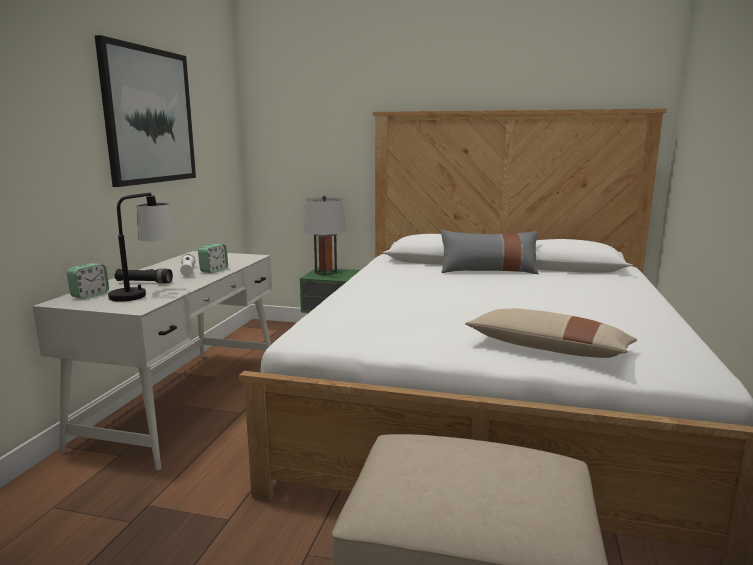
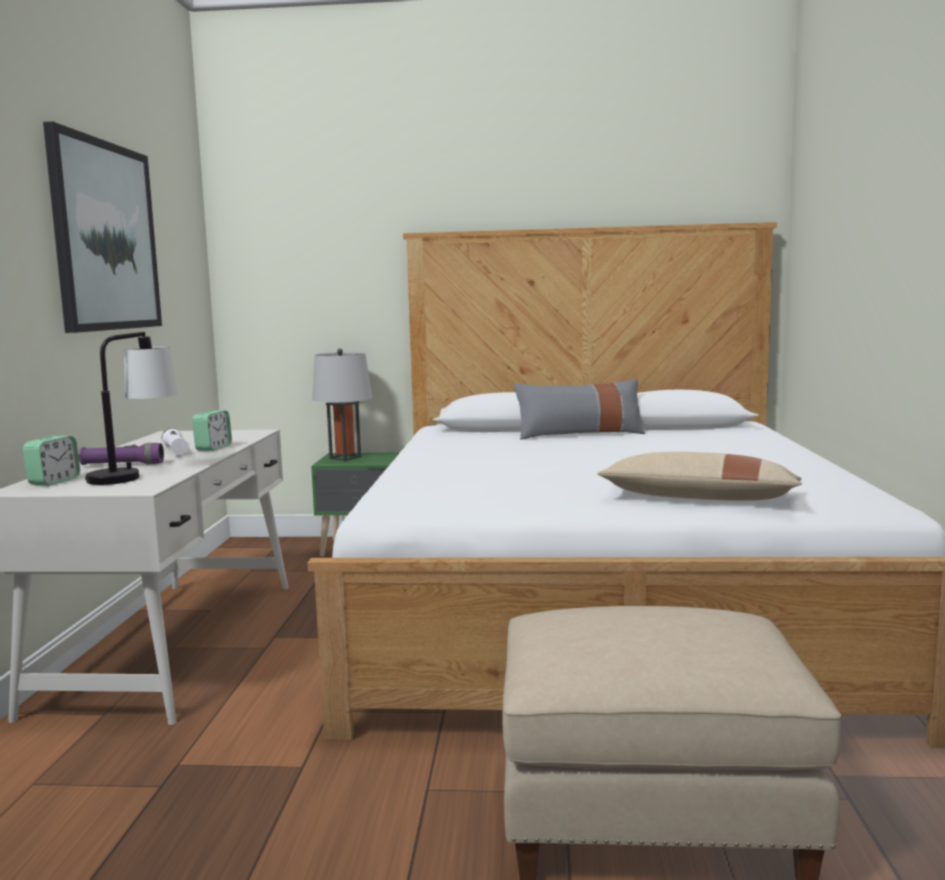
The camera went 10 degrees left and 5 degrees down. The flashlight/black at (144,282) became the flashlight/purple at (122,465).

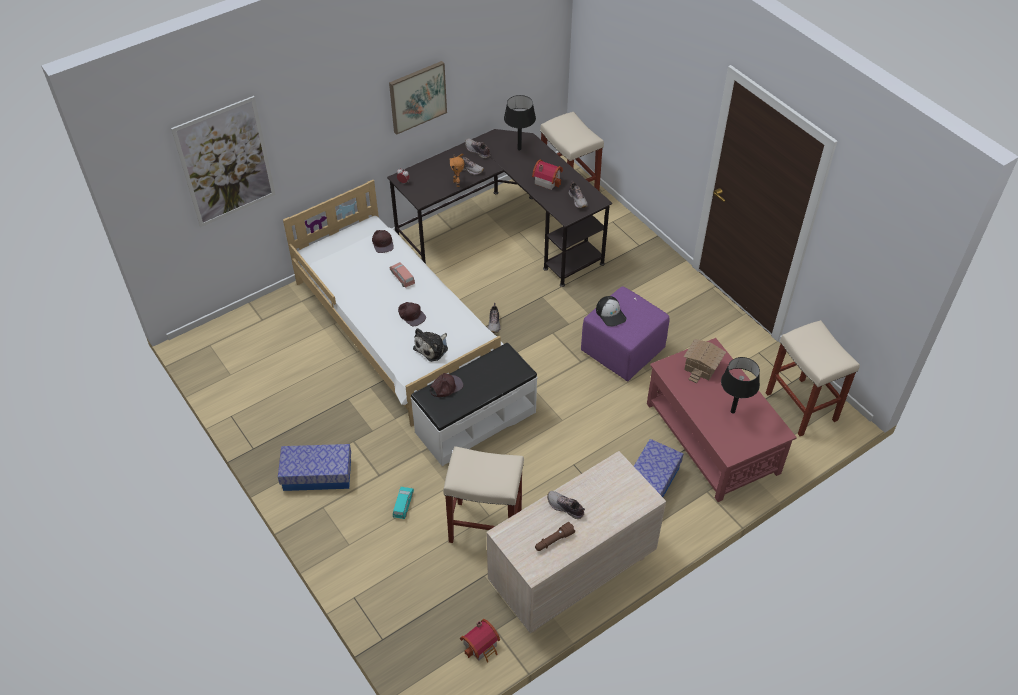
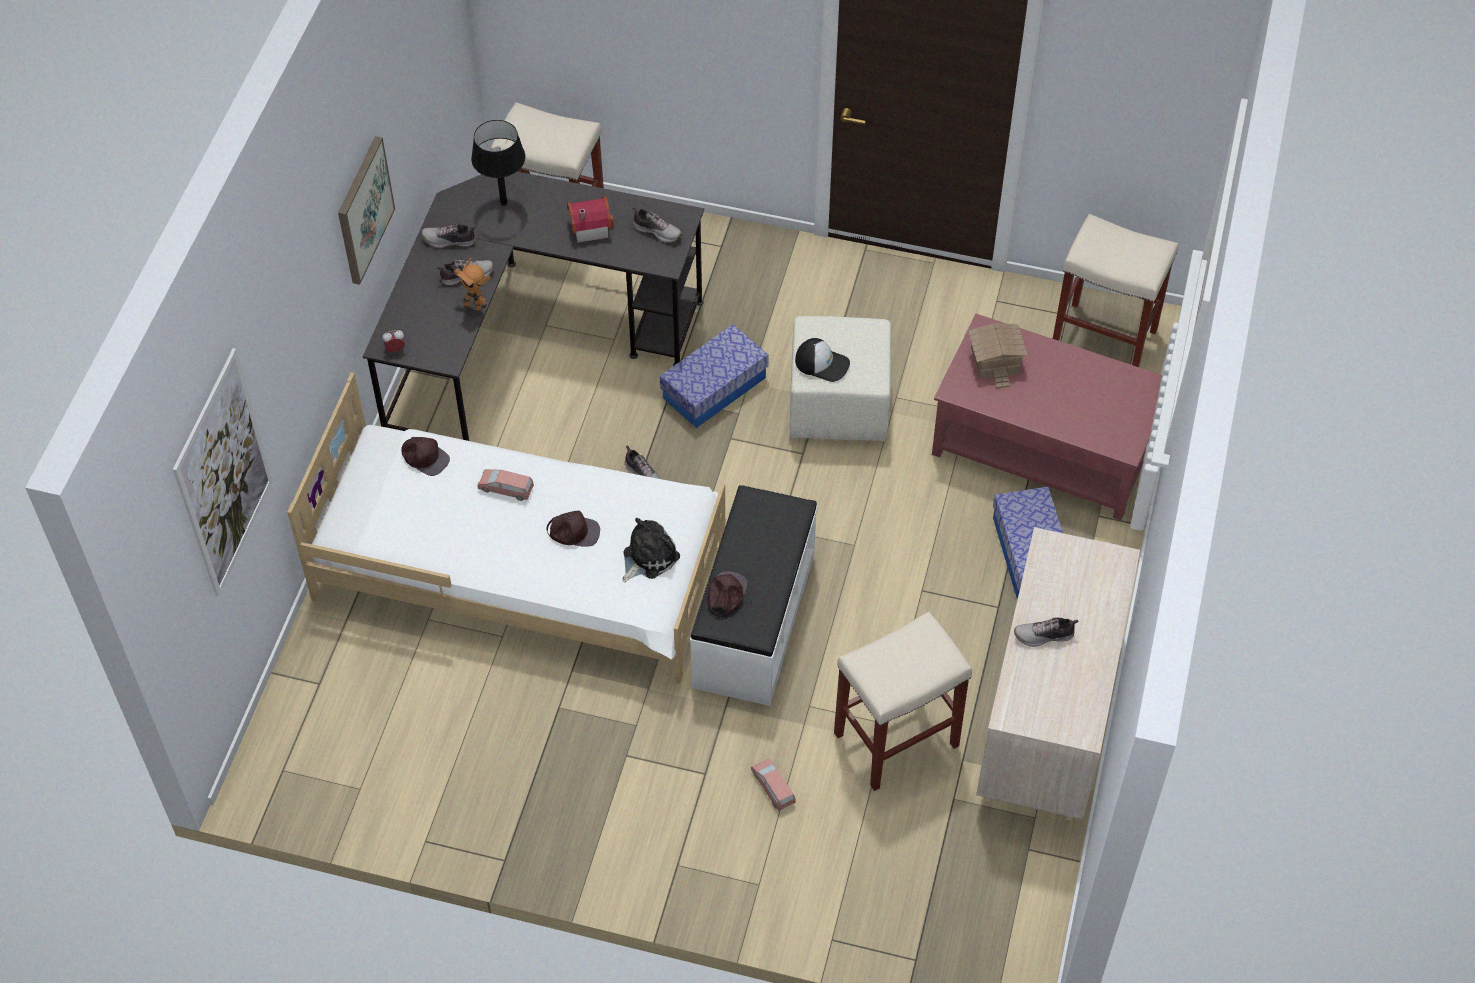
The camera went 40 degrees left and 5 degrees up. The plush toy at (432,348) turned 135 degrees counterclockwise. The storage box moved from (317,474) to (714,388). The toy car/turquoise at (403,505) became the toy car/pink at (773,787). The ottoman/purple at (622,350) became the ottoman/beige at (838,403). The toy house at (482,646) disappeared. The flashlight/brown at (553,540) disappeared. The table lamp/black at (733,411) disappeared.

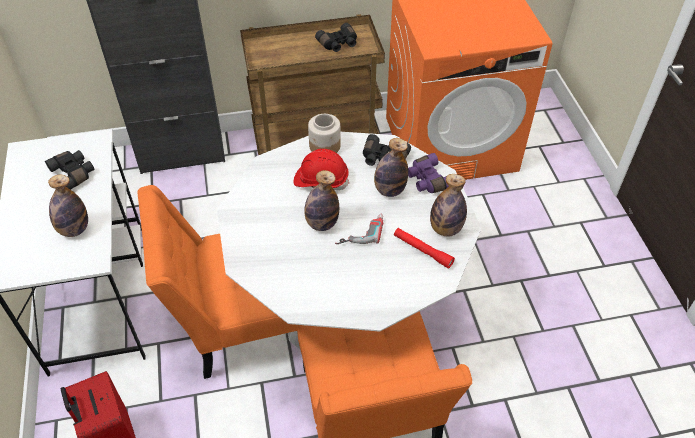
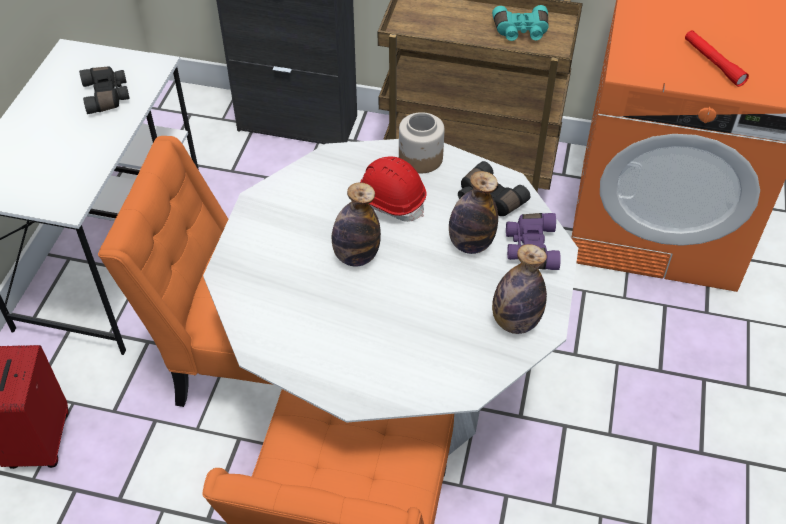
The camera went 25 degrees right and 0 degrees up. The binoculars/black at (338,44) became the binoculars/turquoise at (520,31). The flashlight/red moved from (422,250) to (713,63). The bottle at (74,229) disappeared. The power drill at (360,231) disappeared.

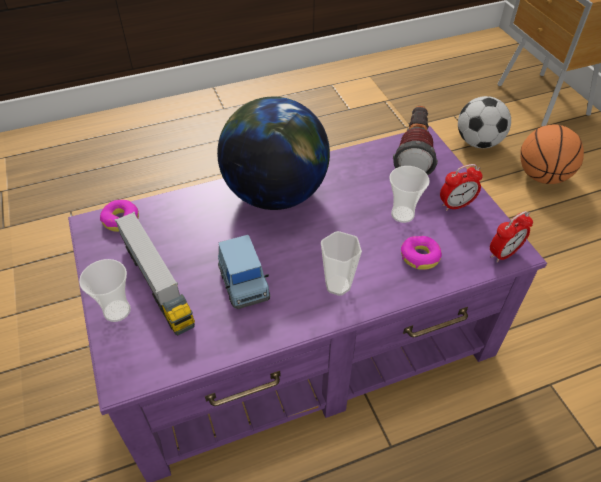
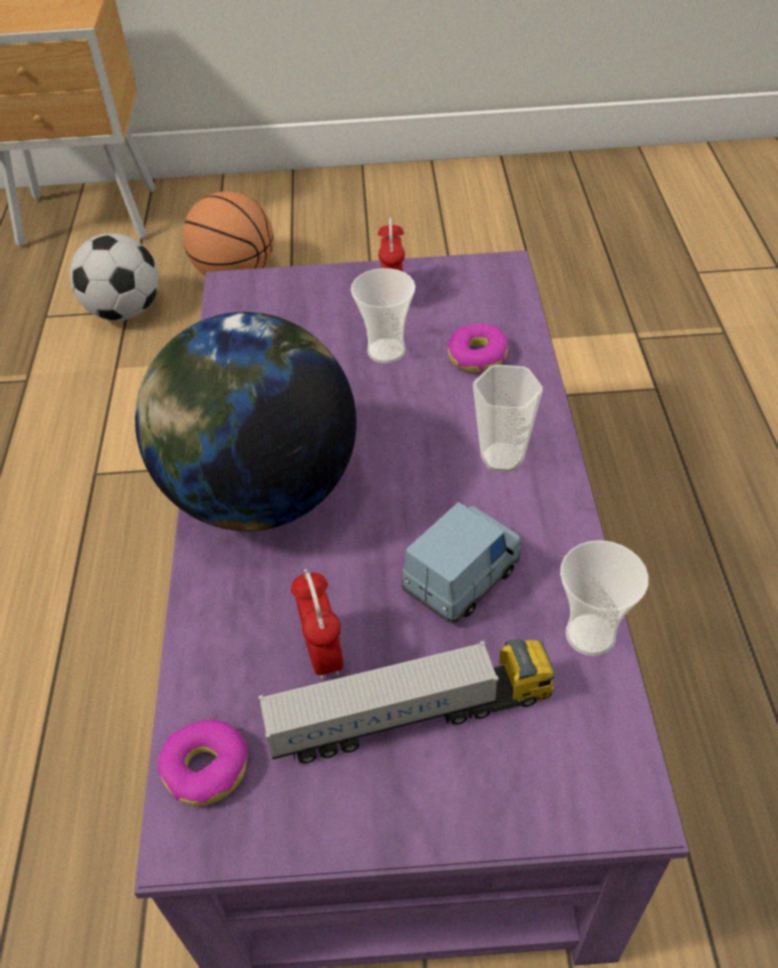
The camera went 70 degrees left and 0 degrees up. The alarm clock moved from (503,253) to (323,653). The toy car/blue at (244,284) turned 45 degrees counterclockwise. The cup moved from (117,311) to (590,635). The flashlight at (414,152) disappeared.

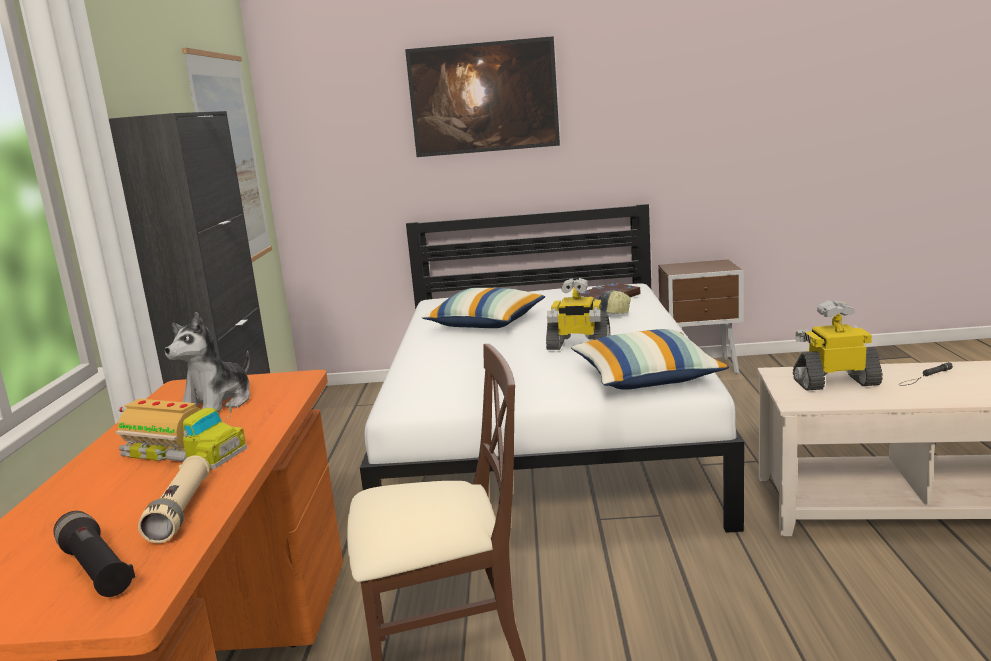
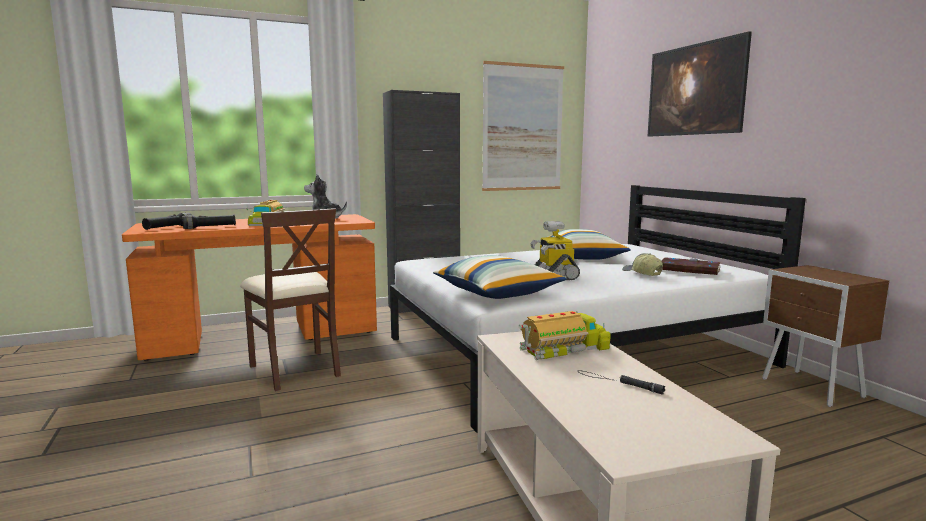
The camera went 65 degrees right and 5 degrees down. The flashlight/beige at (181,511) became the flashlight/black at (209,227). The toy robot at (835,382) was replaced by the toy truck at (564,349).

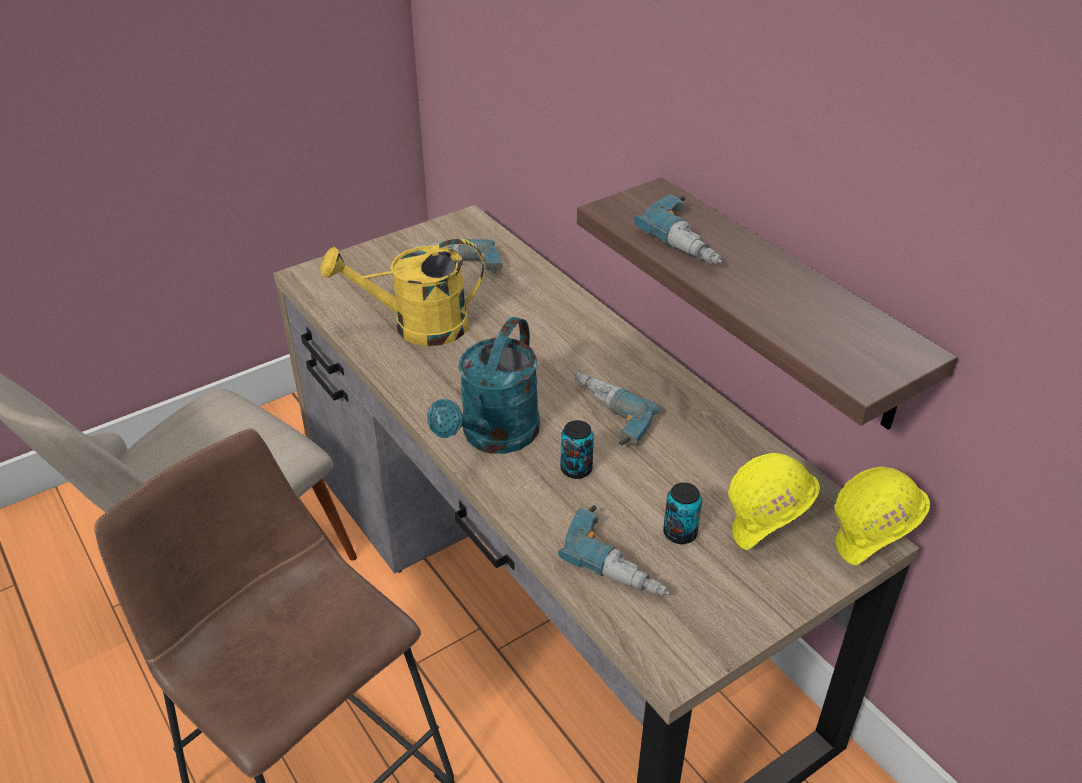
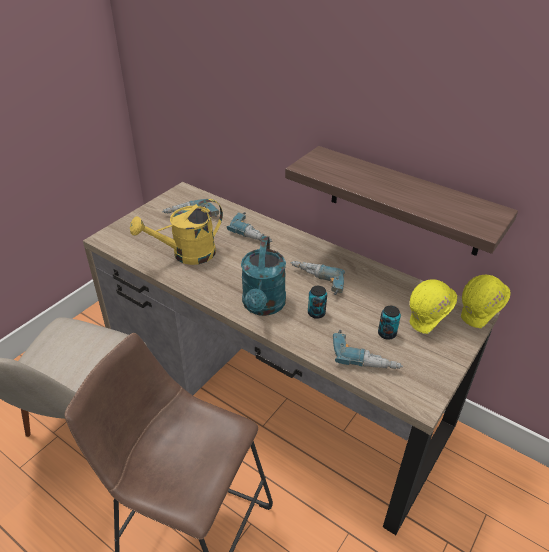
The camera went 20 degrees left and 0 degrees up. The power drill moved from (691,241) to (254,232).

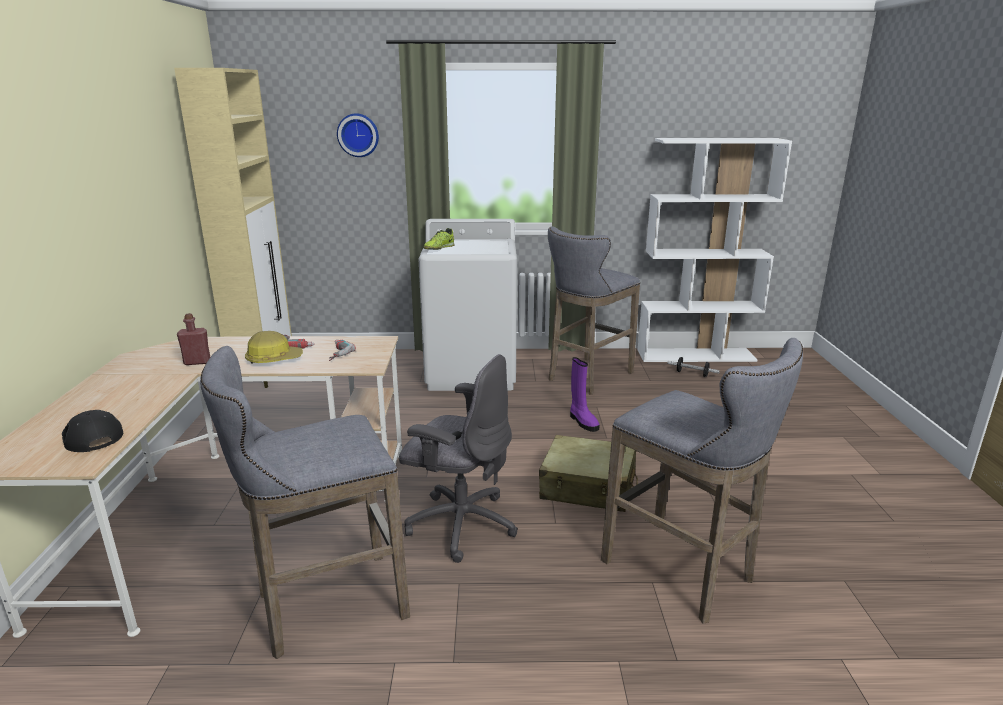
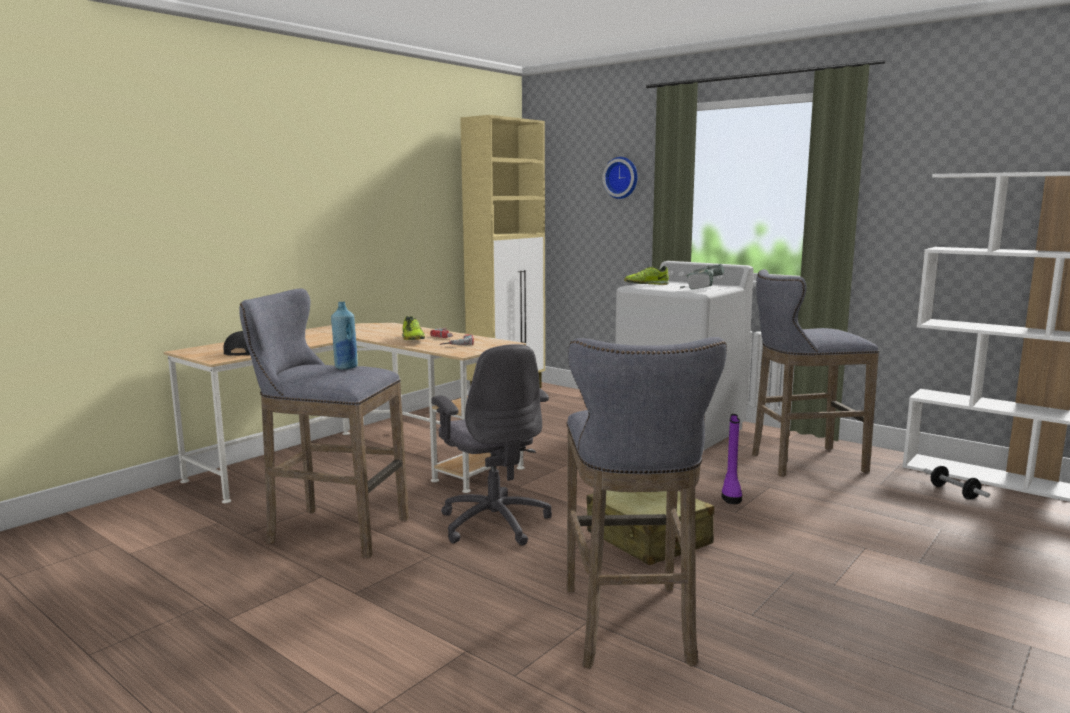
The camera went 40 degrees right and 10 degrees down. The bottle/blue at (346,367) appeared. The hard hat at (274,359) was replaced by the shoe at (412,339). The power drill at (700,287) appeared. The bottle/red at (197,362) disappeared.

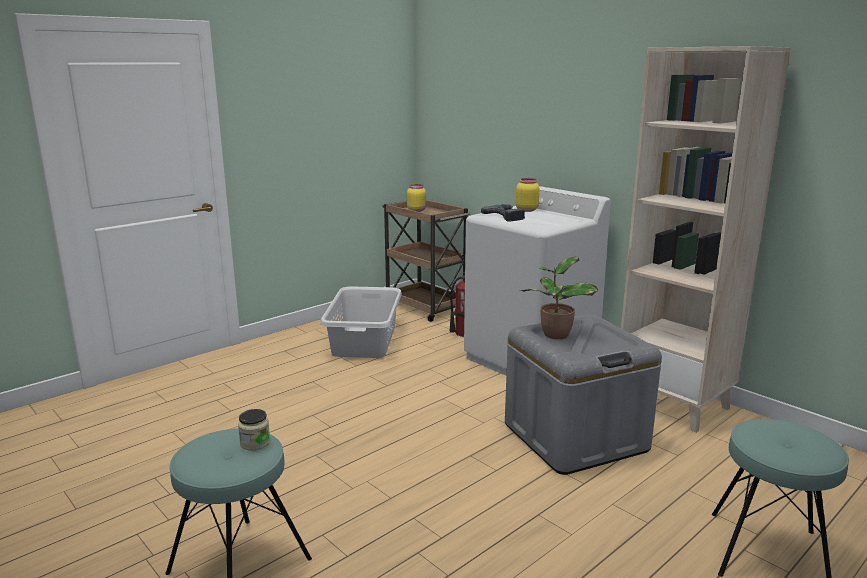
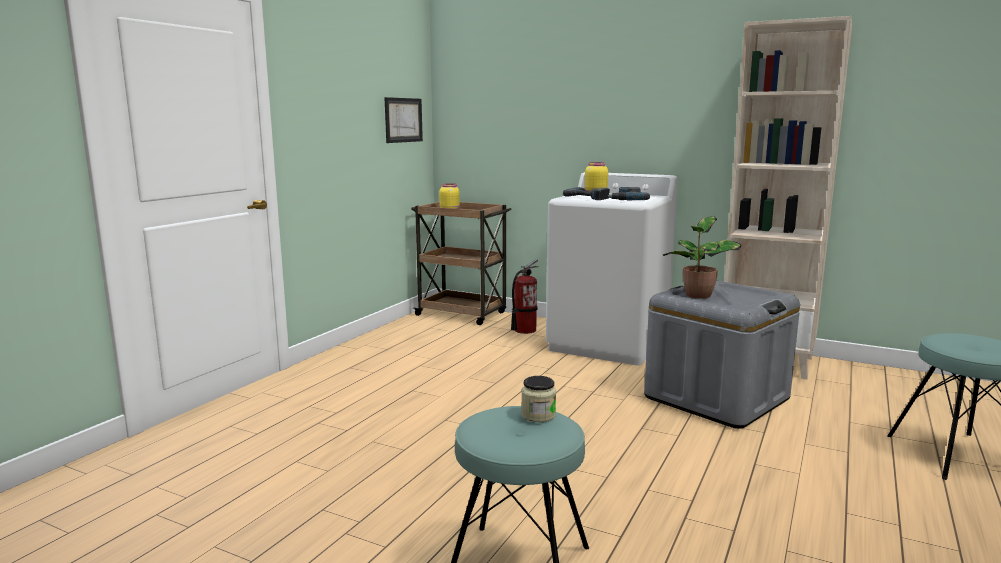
The camera went 20 degrees left and 5 degrees down. The picture at (403,120) appeared. The power drill at (627,199) appeared. The laundry basket/grey at (365,340) disappeared.

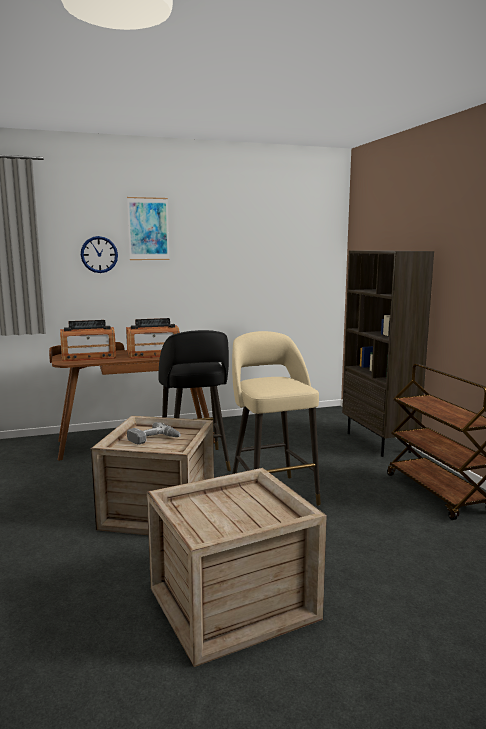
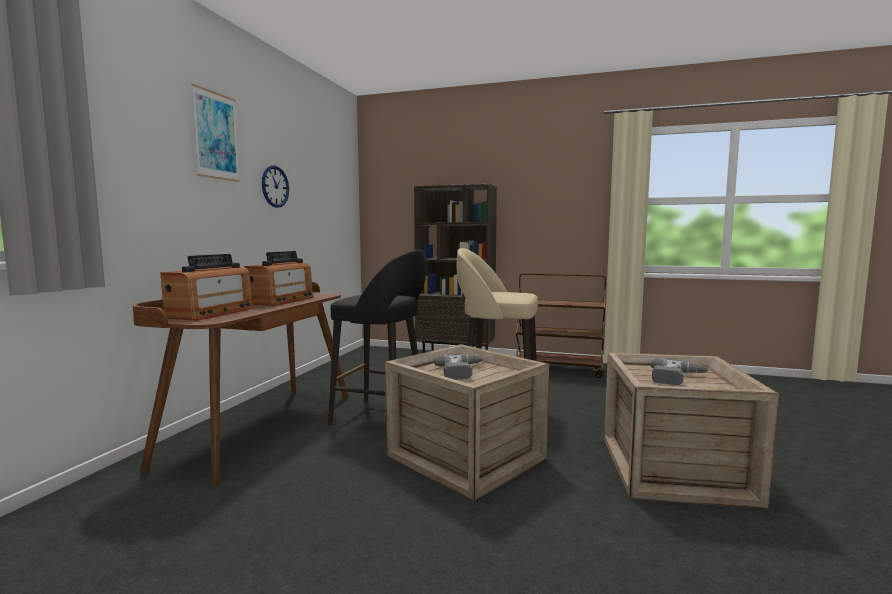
The camera went 55 degrees left and 5 degrees down. The wall clock moved from (99,254) to (275,186). The power drill at (678,378) appeared.

